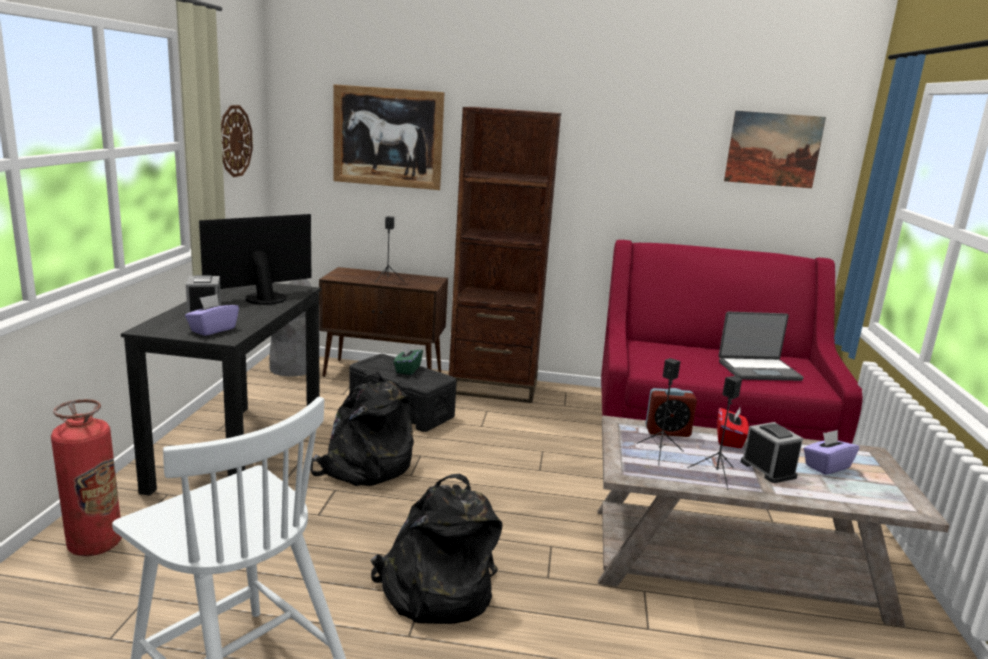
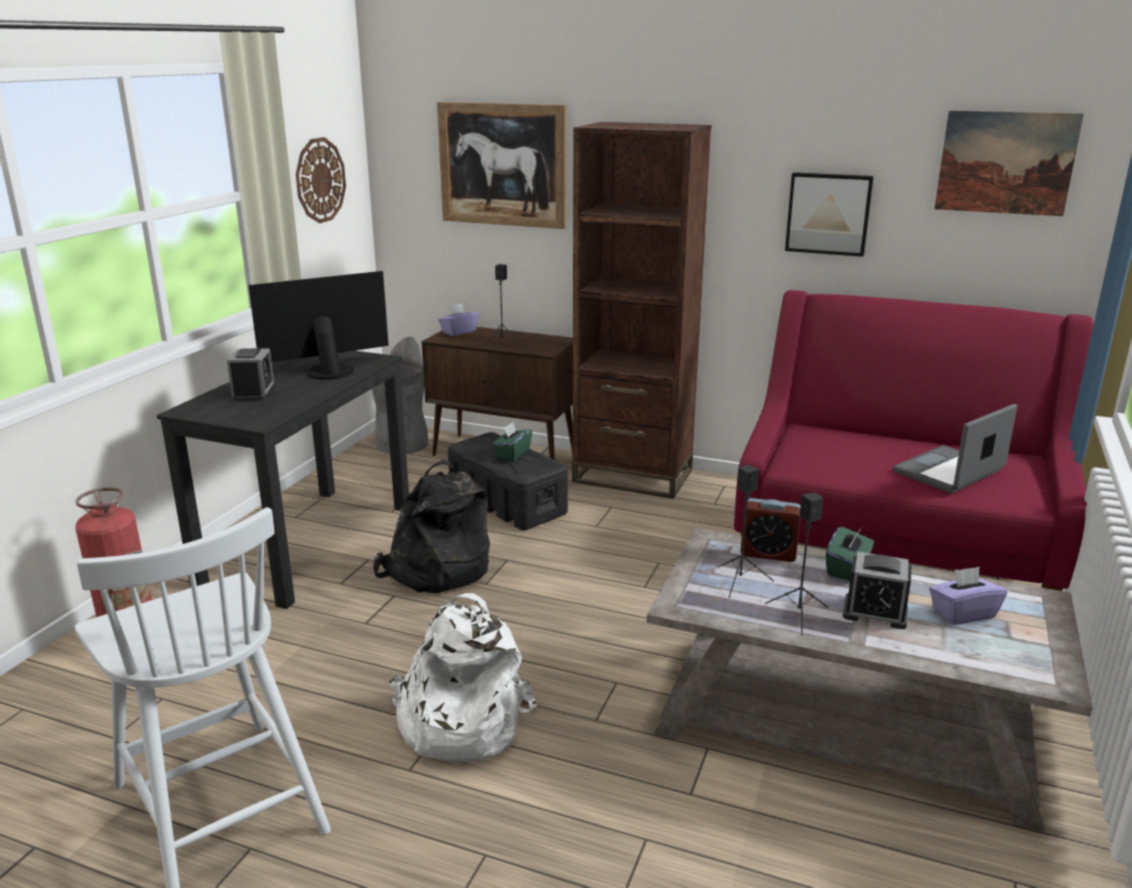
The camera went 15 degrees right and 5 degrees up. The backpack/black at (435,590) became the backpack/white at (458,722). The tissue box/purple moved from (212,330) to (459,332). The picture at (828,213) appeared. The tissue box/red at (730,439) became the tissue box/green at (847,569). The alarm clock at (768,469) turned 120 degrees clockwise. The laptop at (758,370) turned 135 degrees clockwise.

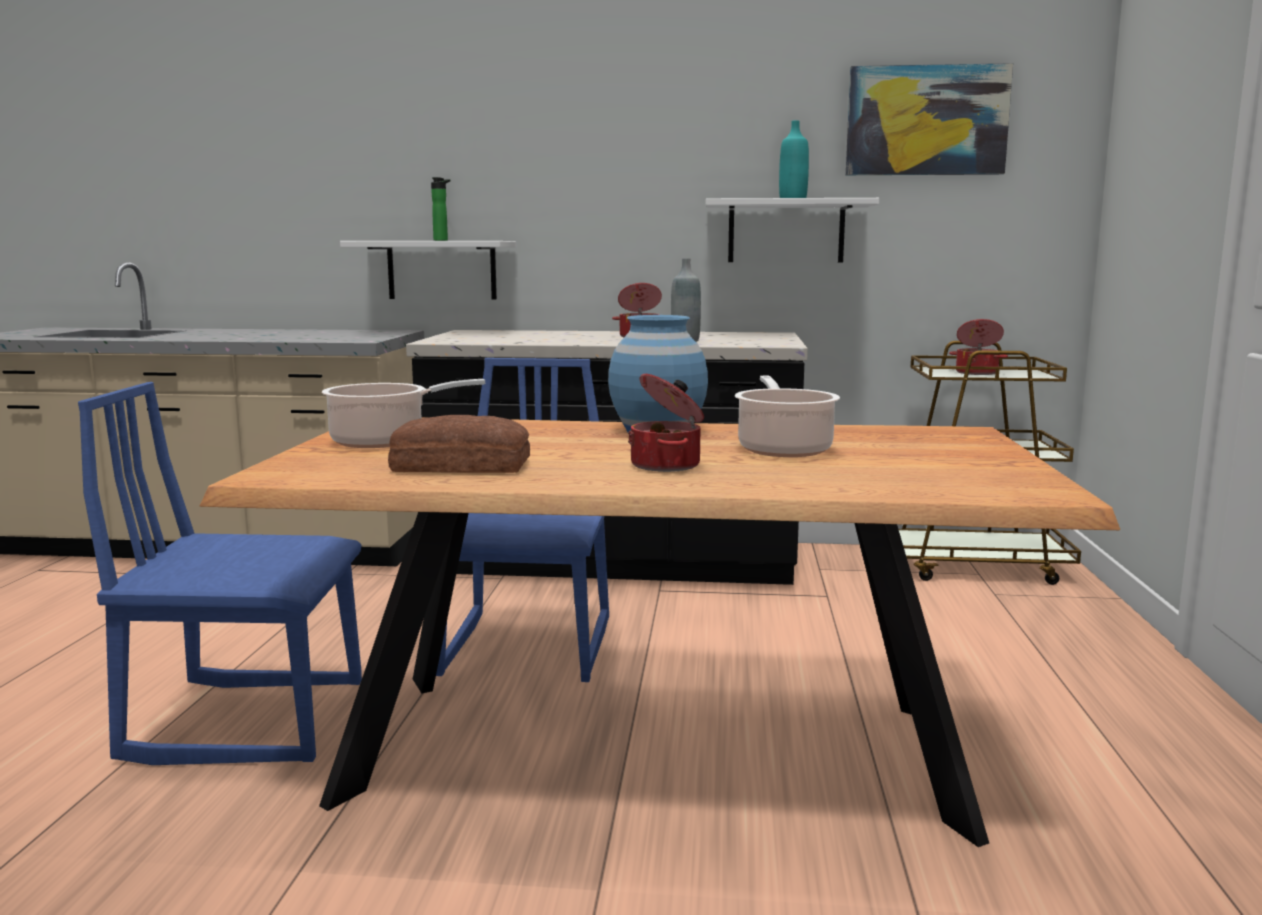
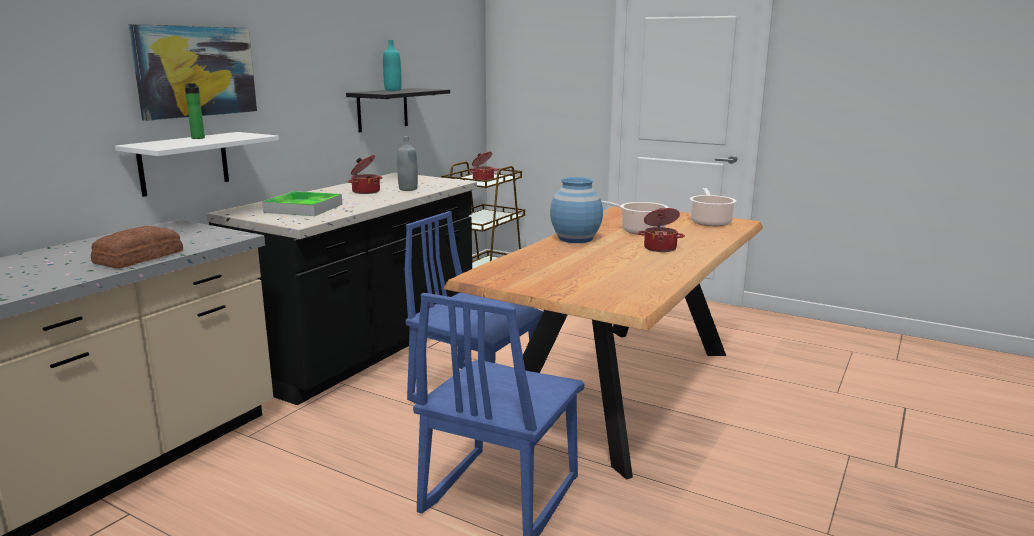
The camera went 65 degrees left and 5 degrees up. The bread moved from (460,465) to (137,257). The picture moved from (926,121) to (196,71). The tray at (303,208) appeared. The shelf/white at (786,232) became the shelf/black at (382,109). The cooking pot moved from (384,441) to (710,222).

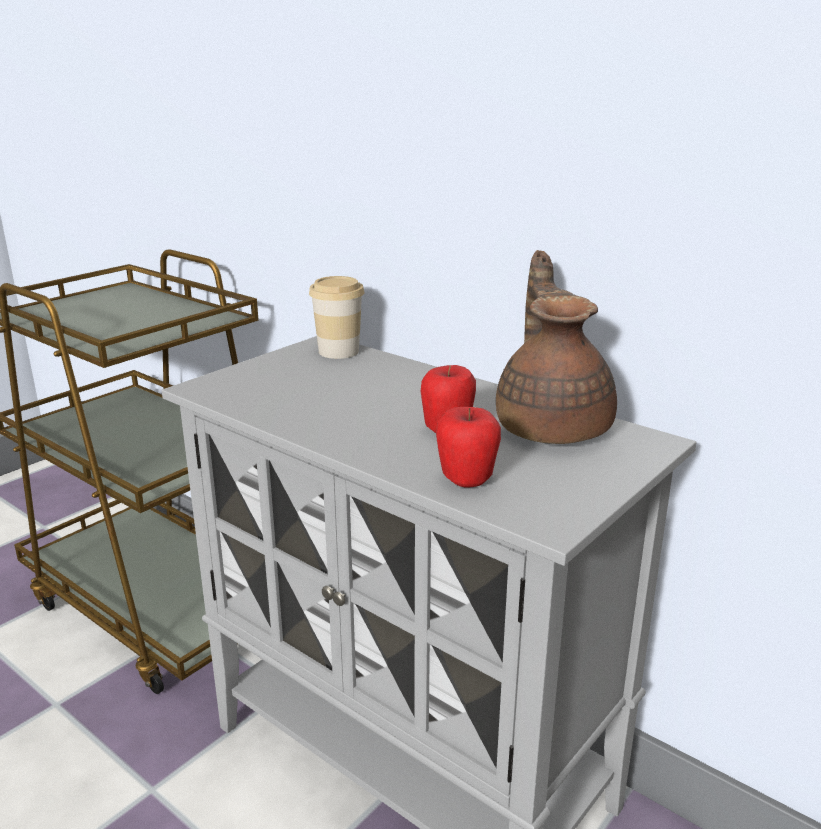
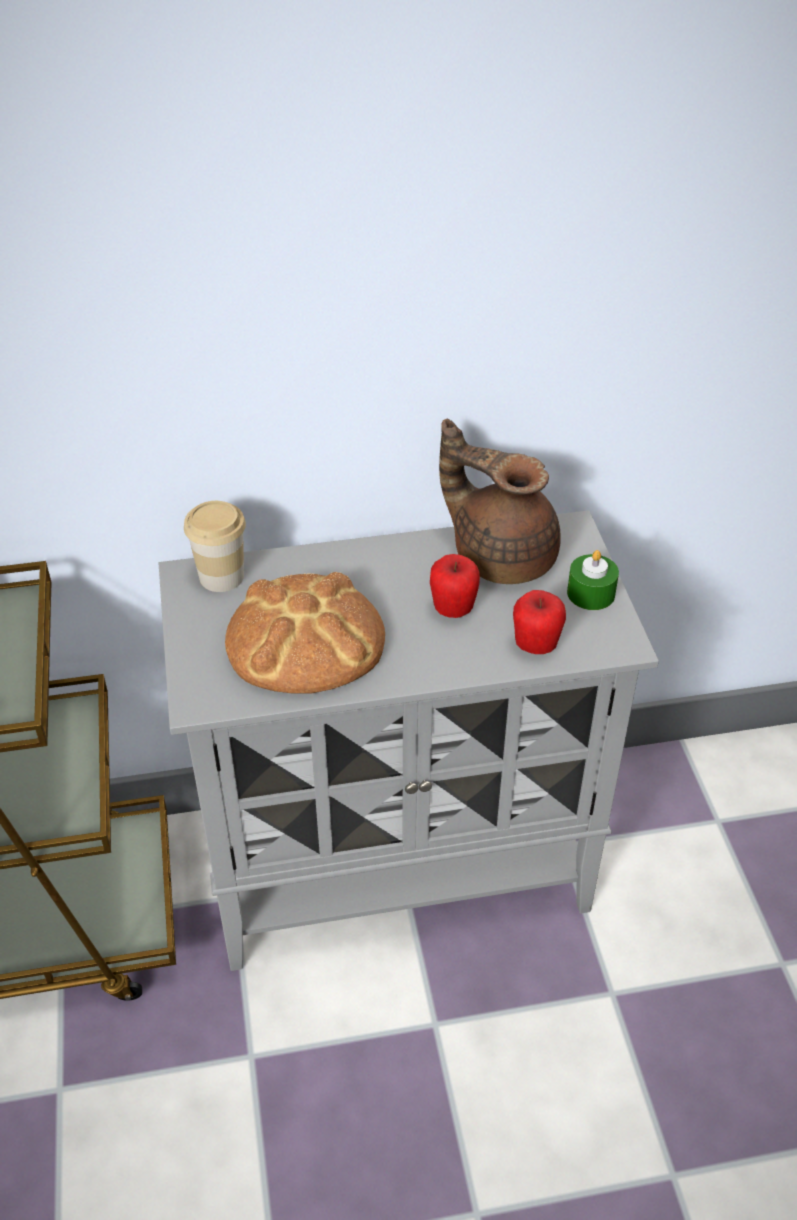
The camera went 50 degrees left and 20 degrees up. The bread at (304,639) appeared. The candle/green at (591,593) appeared.

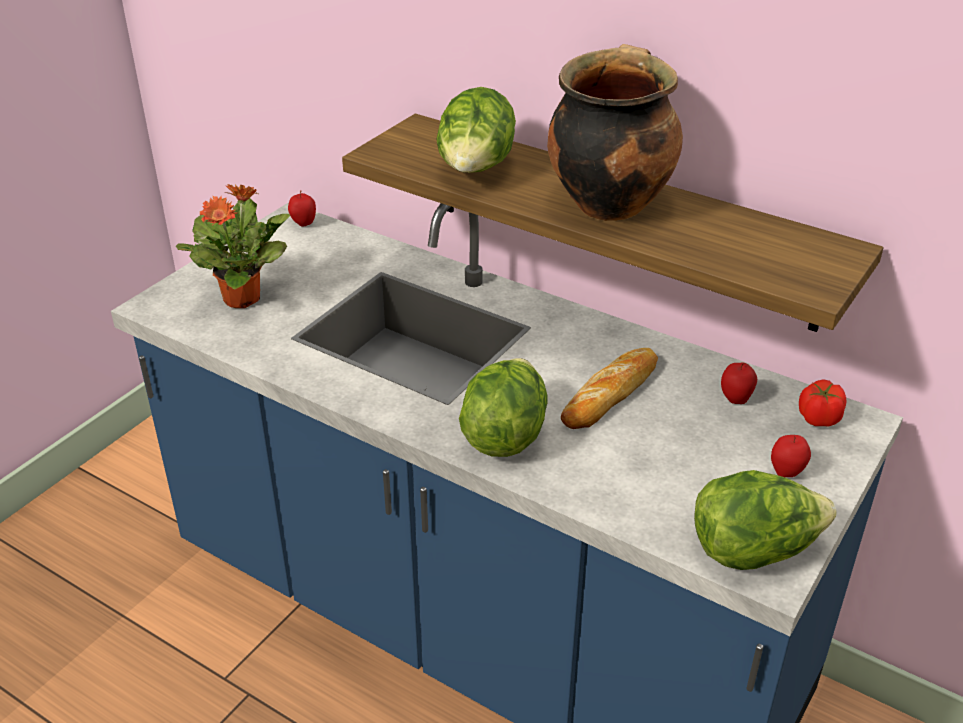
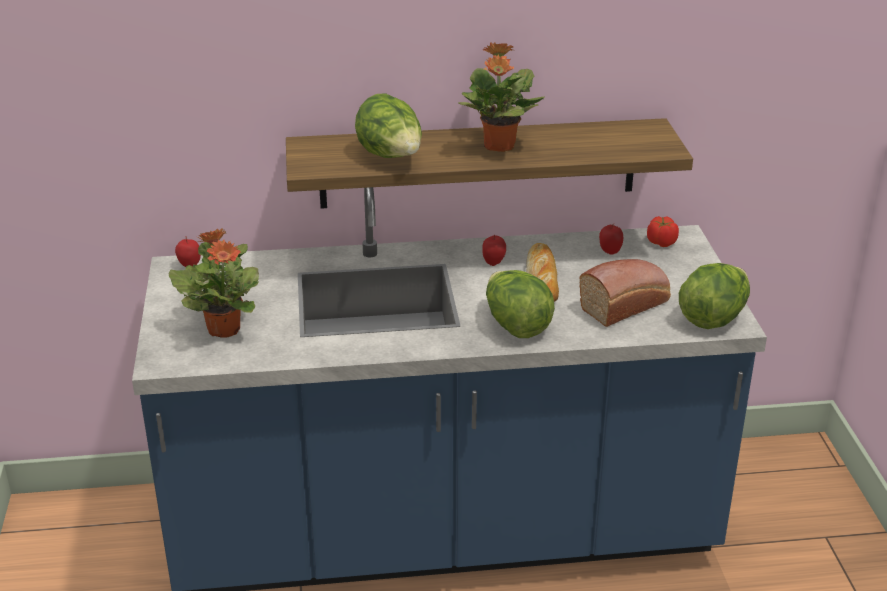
The camera went 40 degrees left and 5 degrees down. The cooking pot at (608,203) was replaced by the potted plant at (499,146). The apple moved from (786,472) to (493,262). The bread at (626,305) appeared.

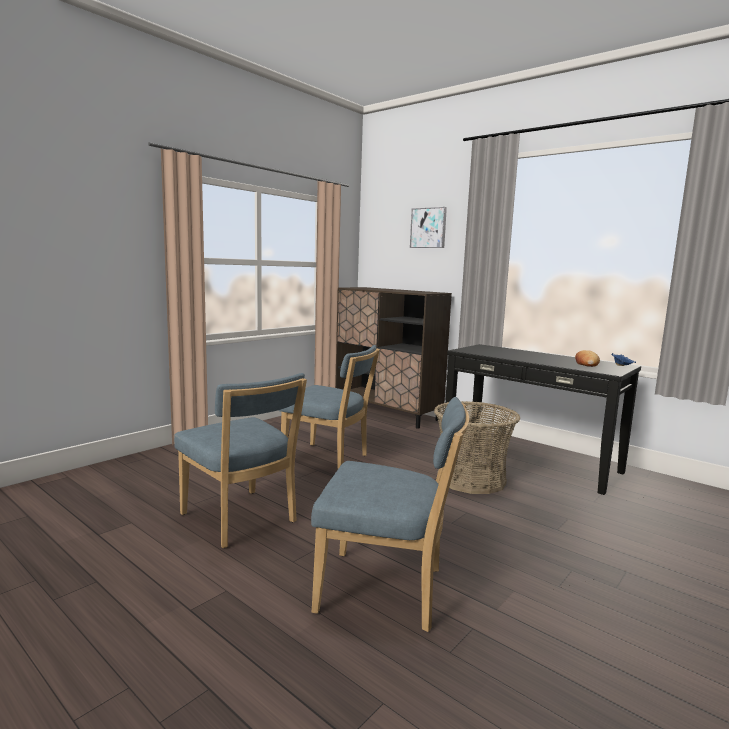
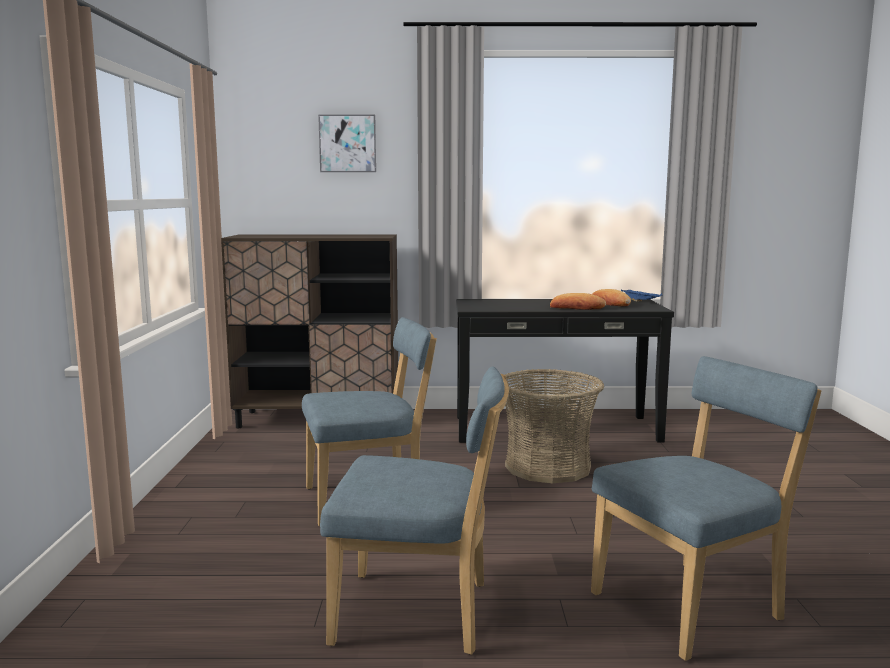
The camera went 40 degrees left and 0 degrees up. The bread at (577,308) appeared.

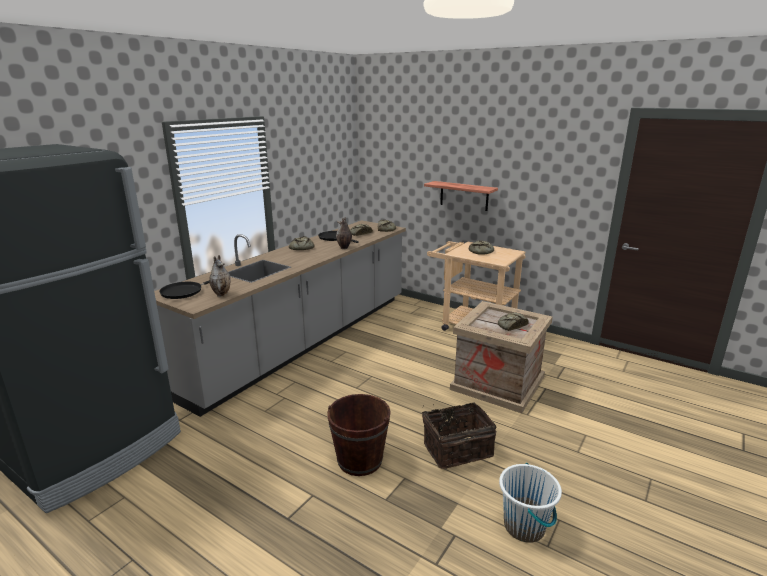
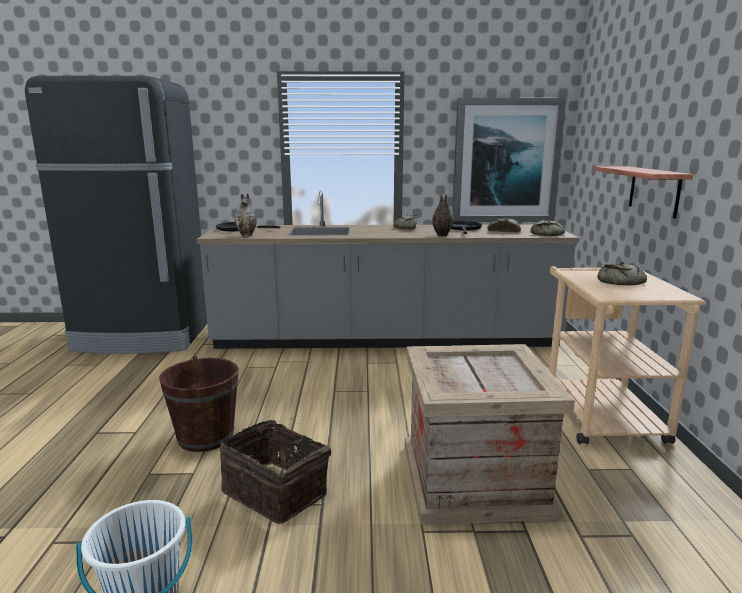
The camera went 55 degrees right and 5 degrees down. The picture at (505,161) appeared. The bread at (511,325) disappeared.

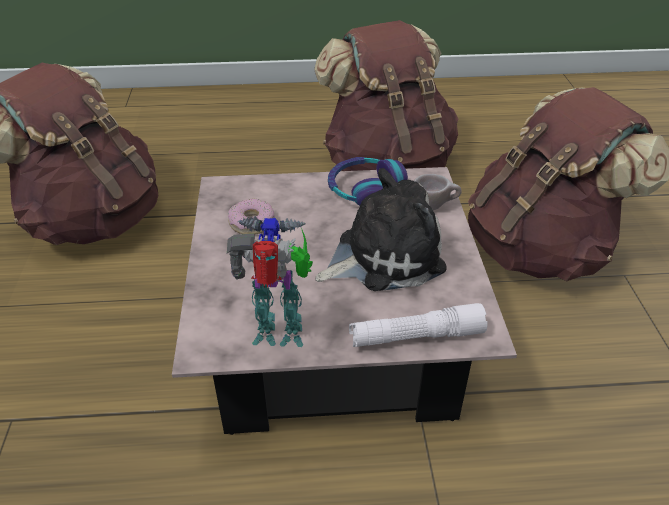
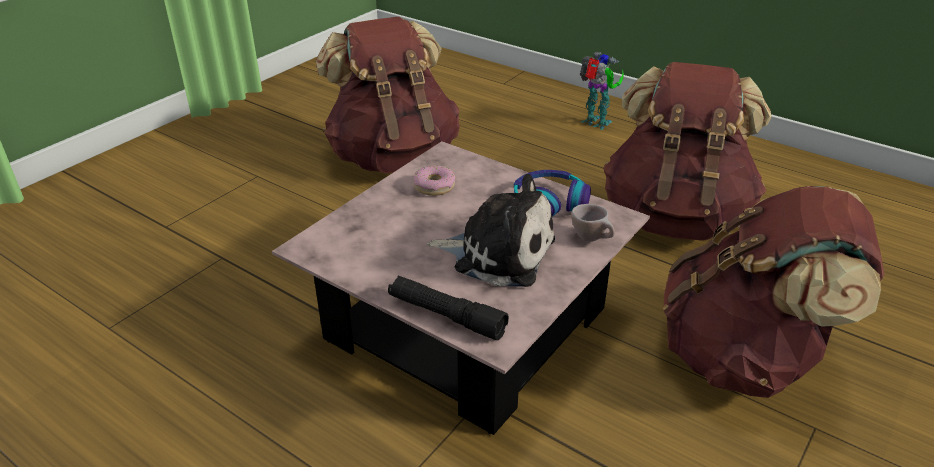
The camera went 40 degrees right and 5 degrees down. The flashlight/white at (416,336) became the flashlight/black at (446,316). The toy robot moved from (281,335) to (596,124).

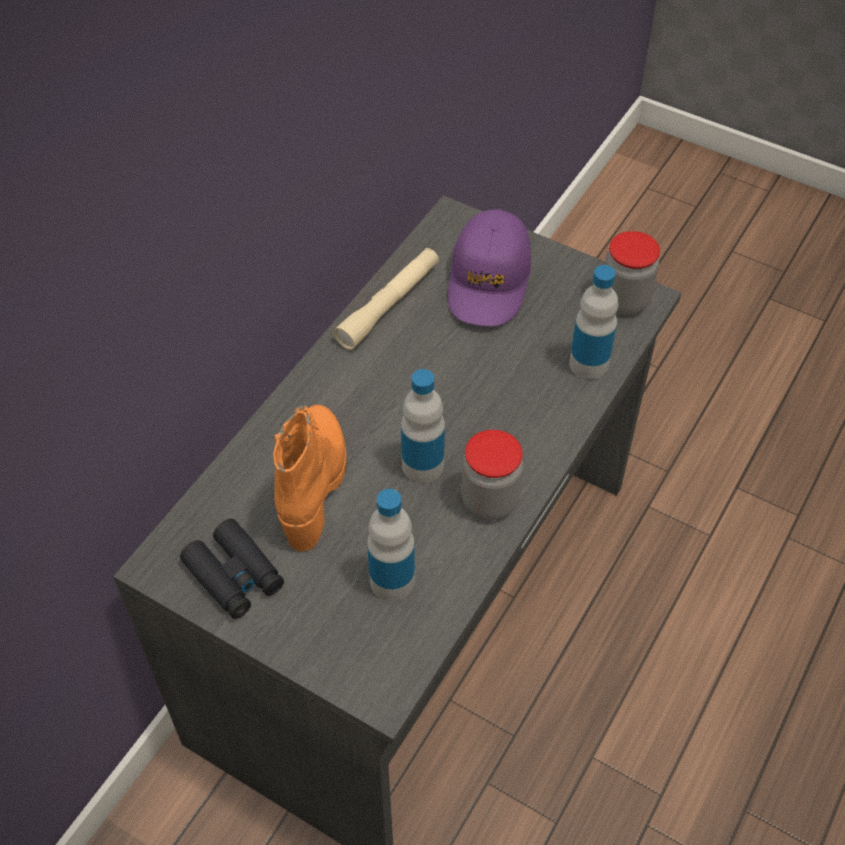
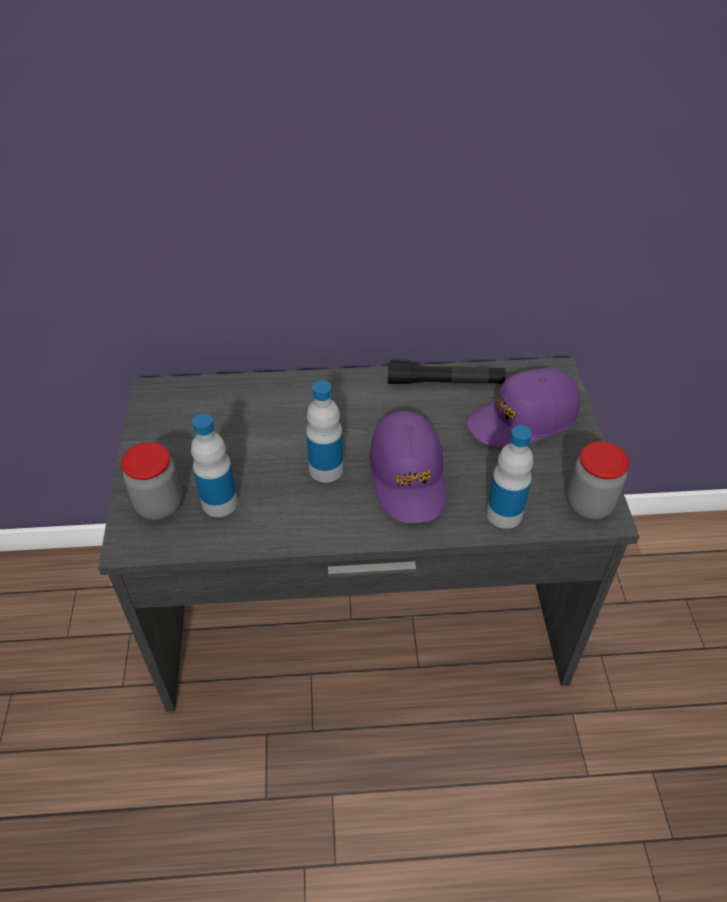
The camera went 55 degrees right and 5 degrees down. The jar moved from (489,500) to (159,505). The cap/purple at (408,476) appeared. The flashlight/beige at (389,305) became the flashlight/black at (445,382). The binoculars/black at (234,576) disappeared. The boot/orange at (314,484) disappeared.

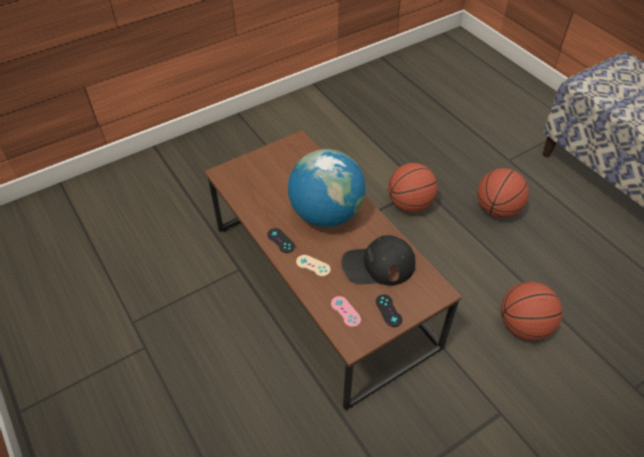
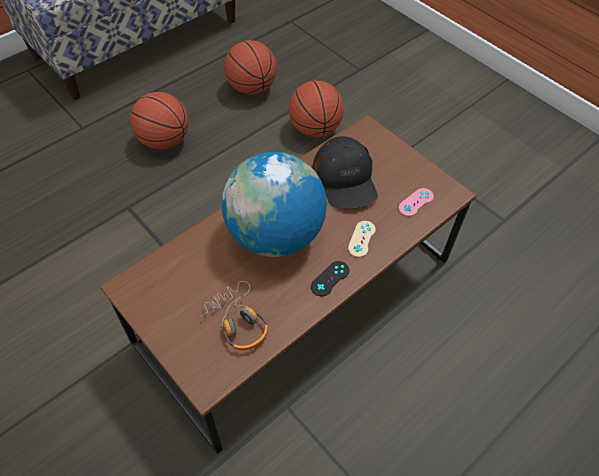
The camera went 100 degrees left and 5 degrees up. The headphones at (238,321) appeared. The basketball moved from (409,204) to (251,88). The game controller/black at (388,310) disappeared.

